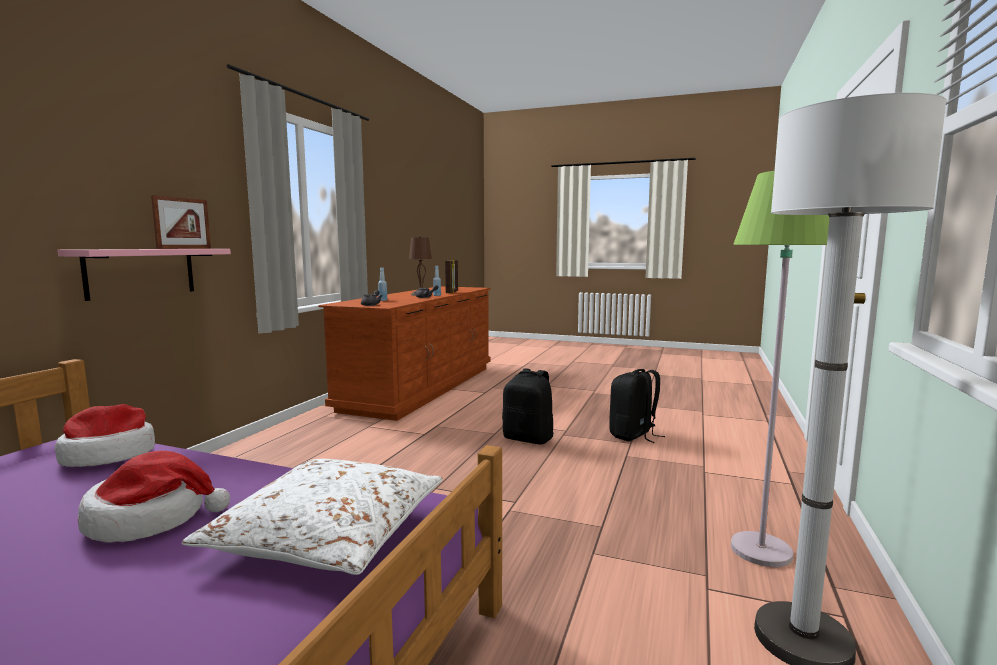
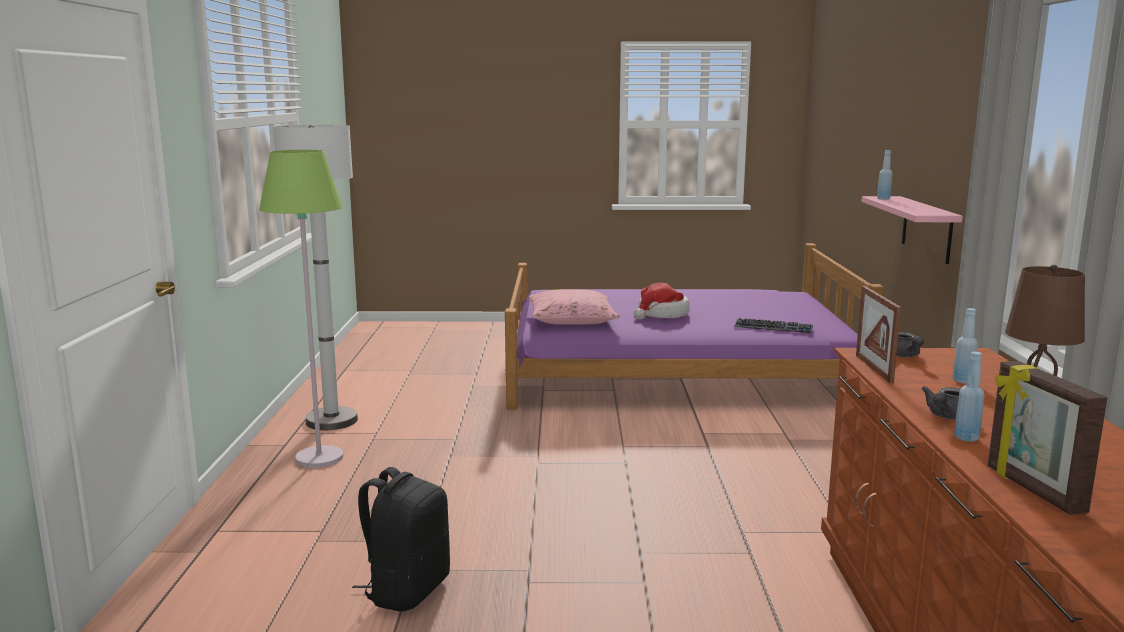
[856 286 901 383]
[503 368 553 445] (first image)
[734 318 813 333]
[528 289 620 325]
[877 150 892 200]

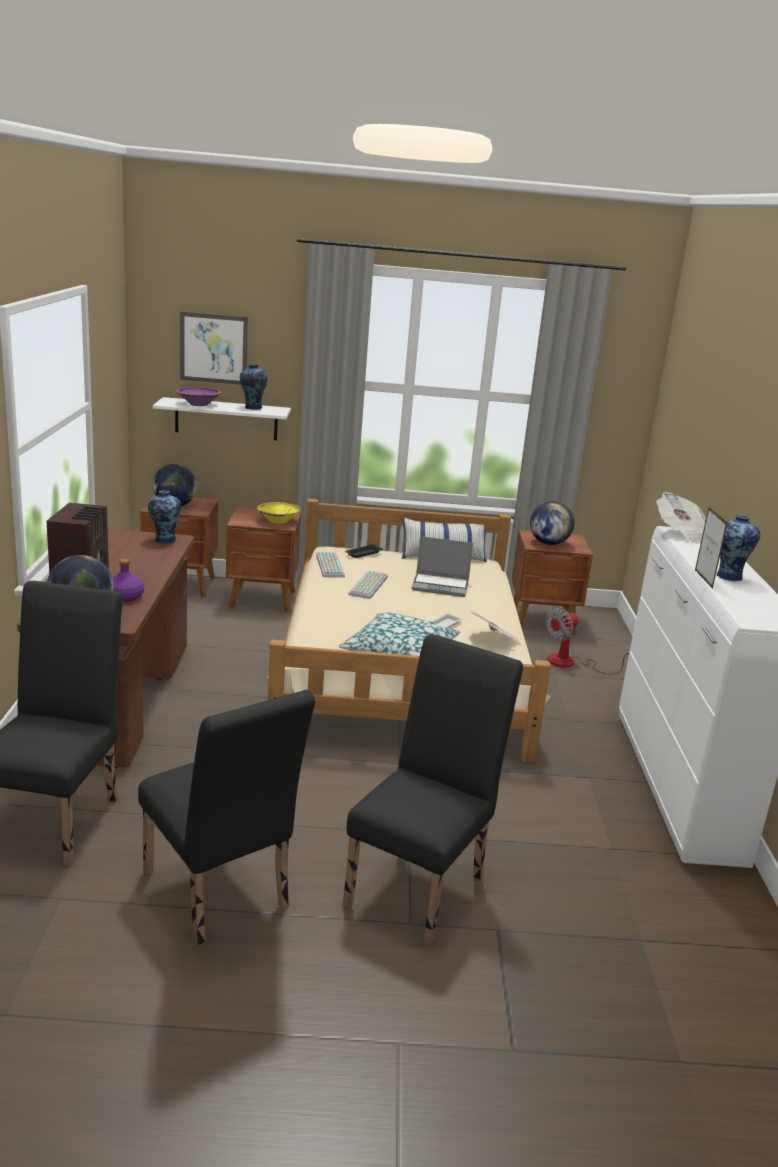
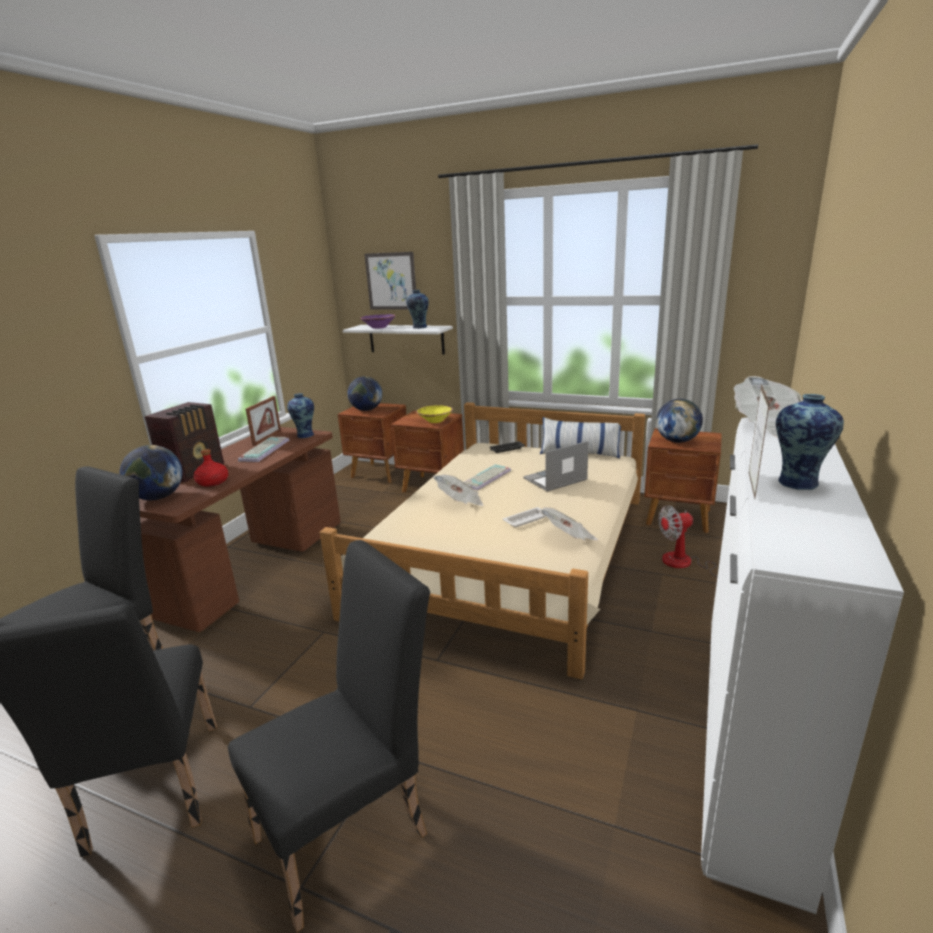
[523 441 588 492]
[238 437 289 462]
[193 449 229 487]
[339 612 460 656] (first image)
[246 396 281 446]
[433 475 484 506]

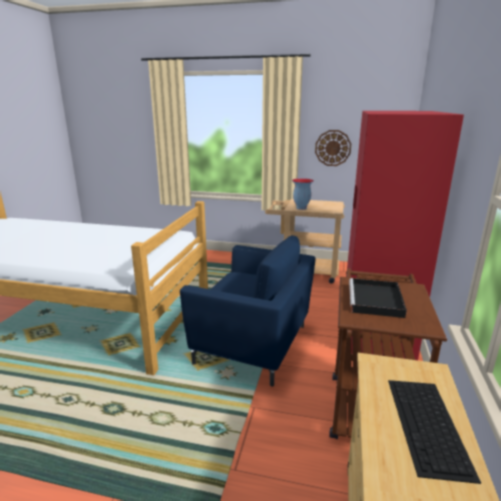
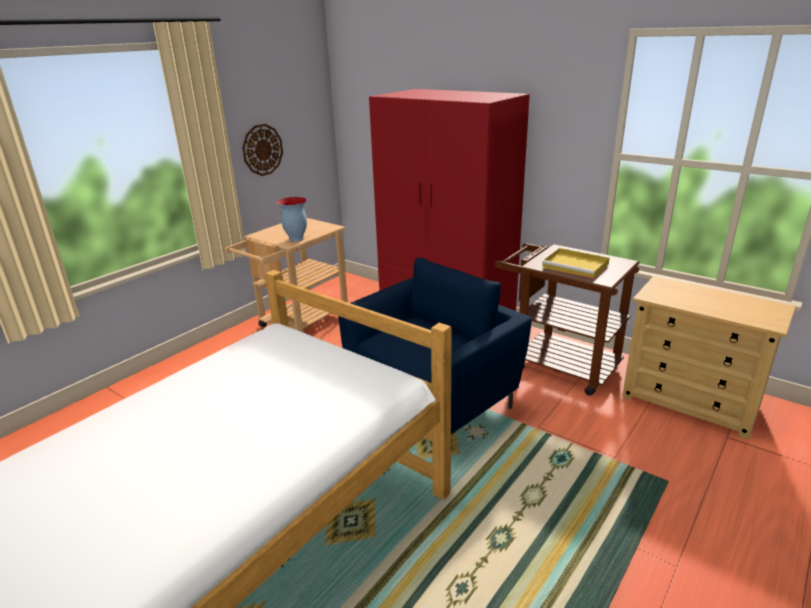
[542 248 610 279]
[388 380 481 484] (first image)

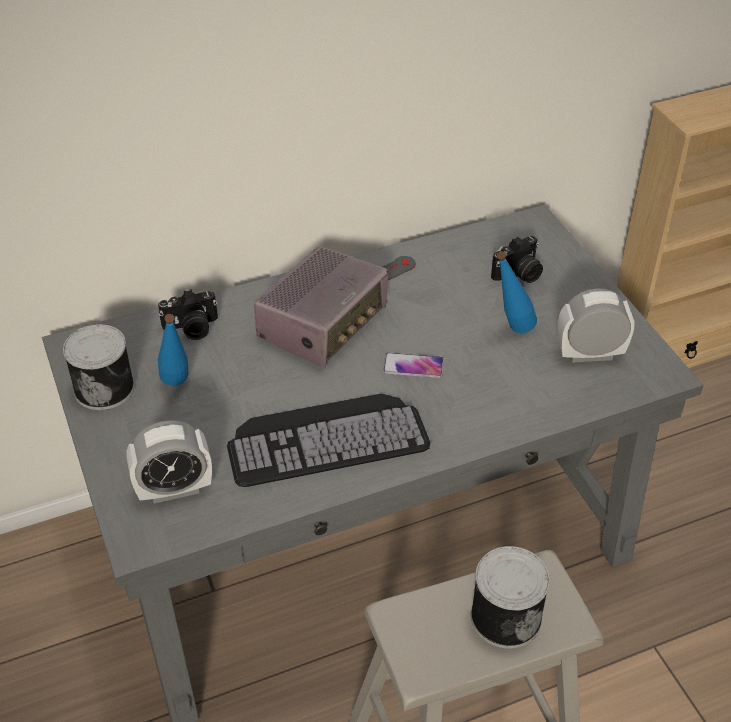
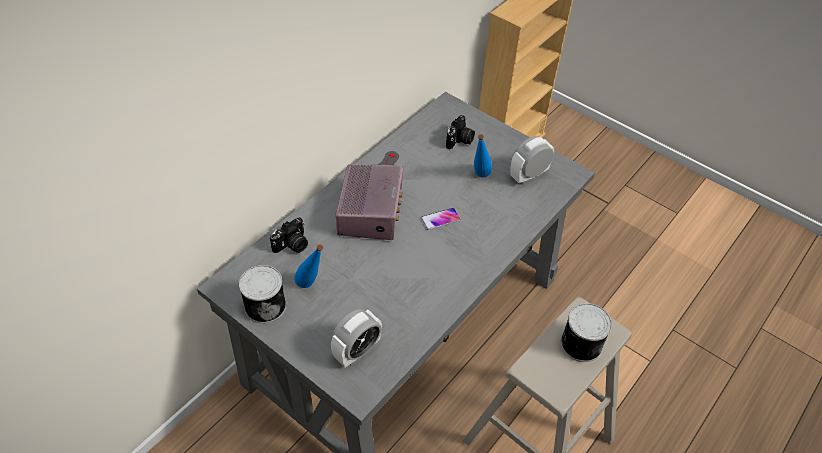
[227 393 430 487] (first image)

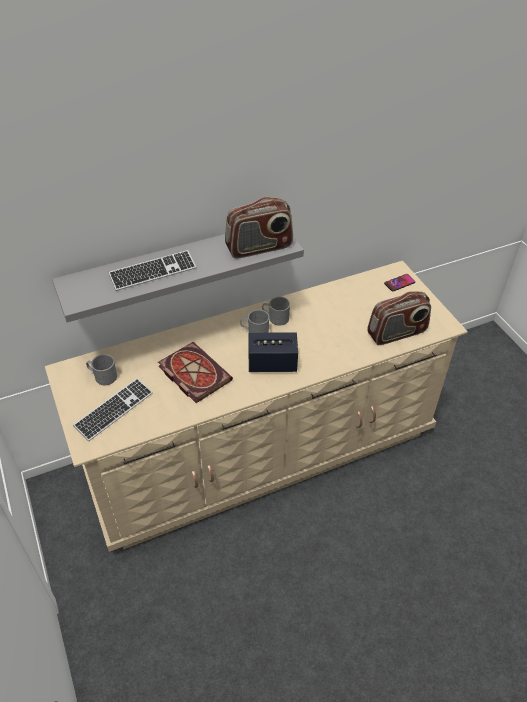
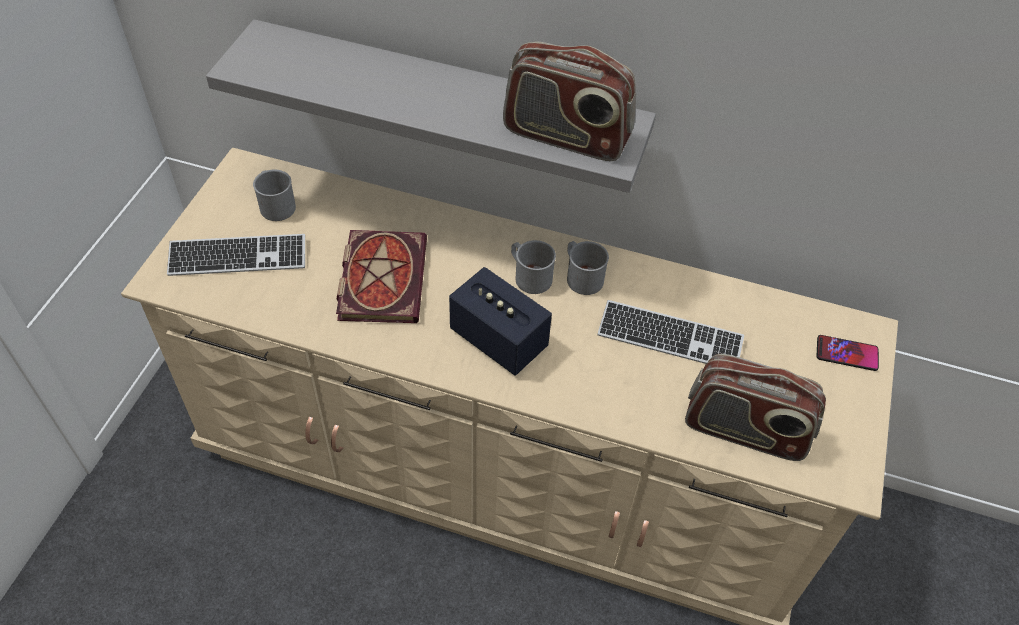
[597 300 744 364]

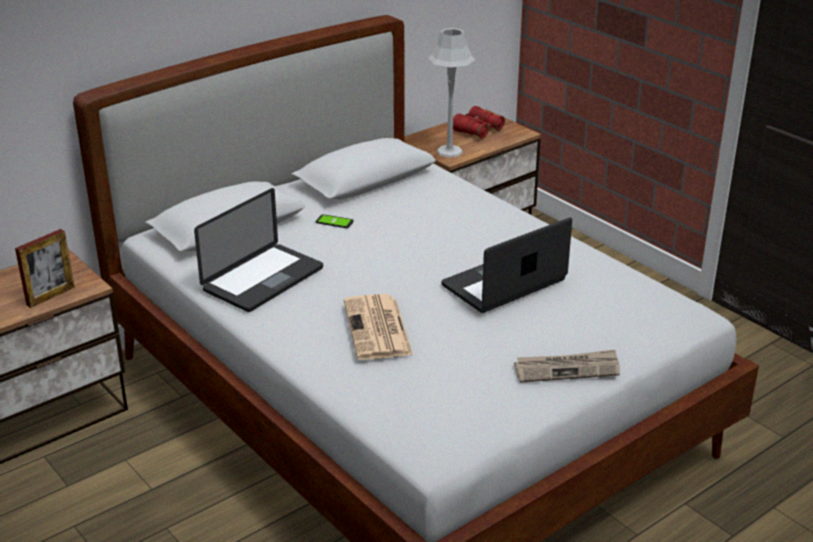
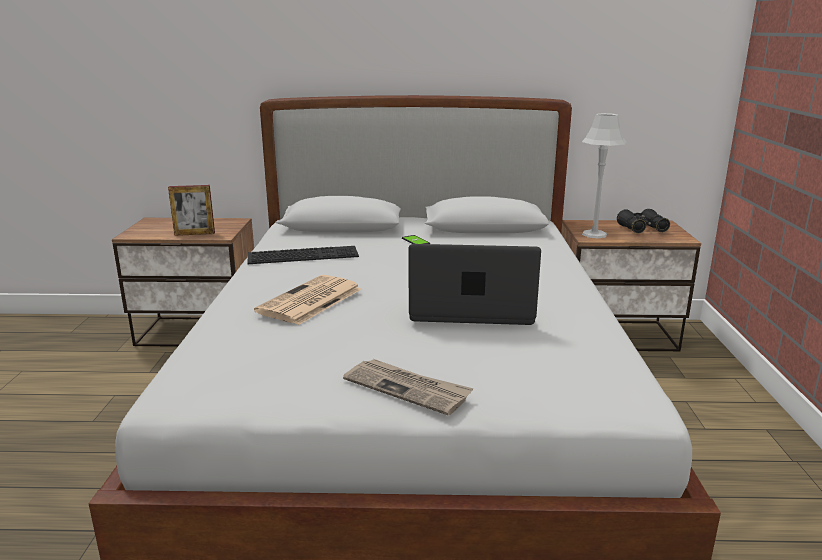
[617 209 670 233]
[247 246 359 264]

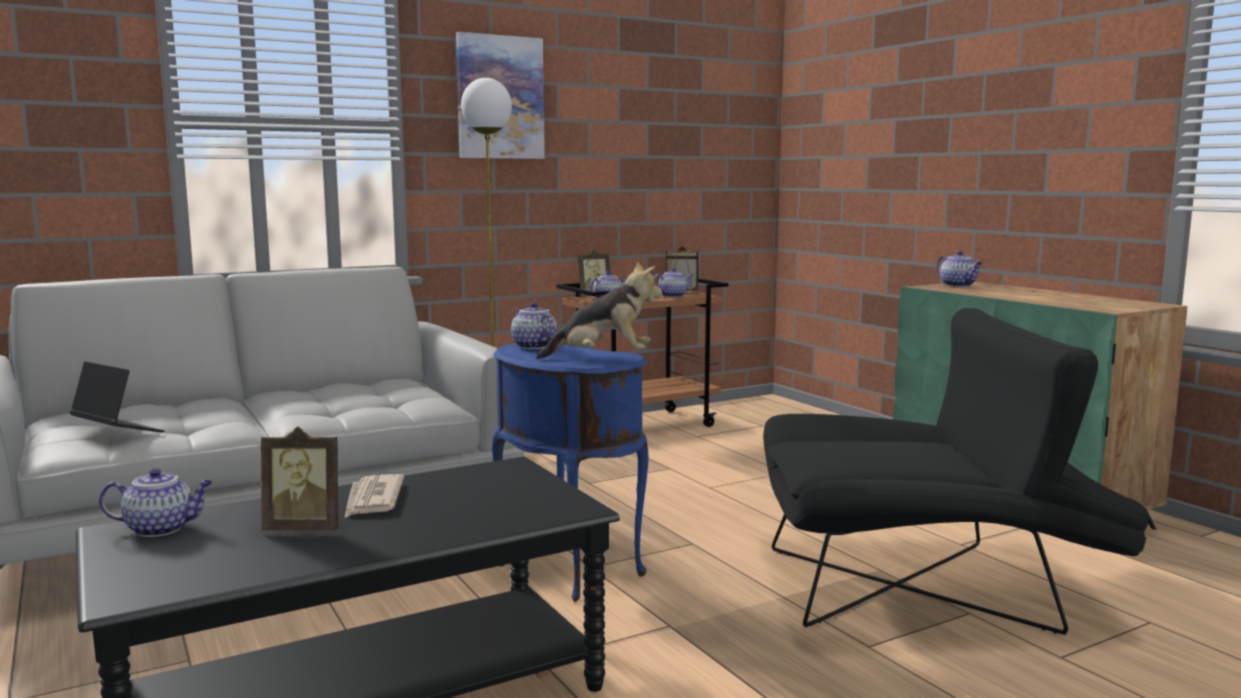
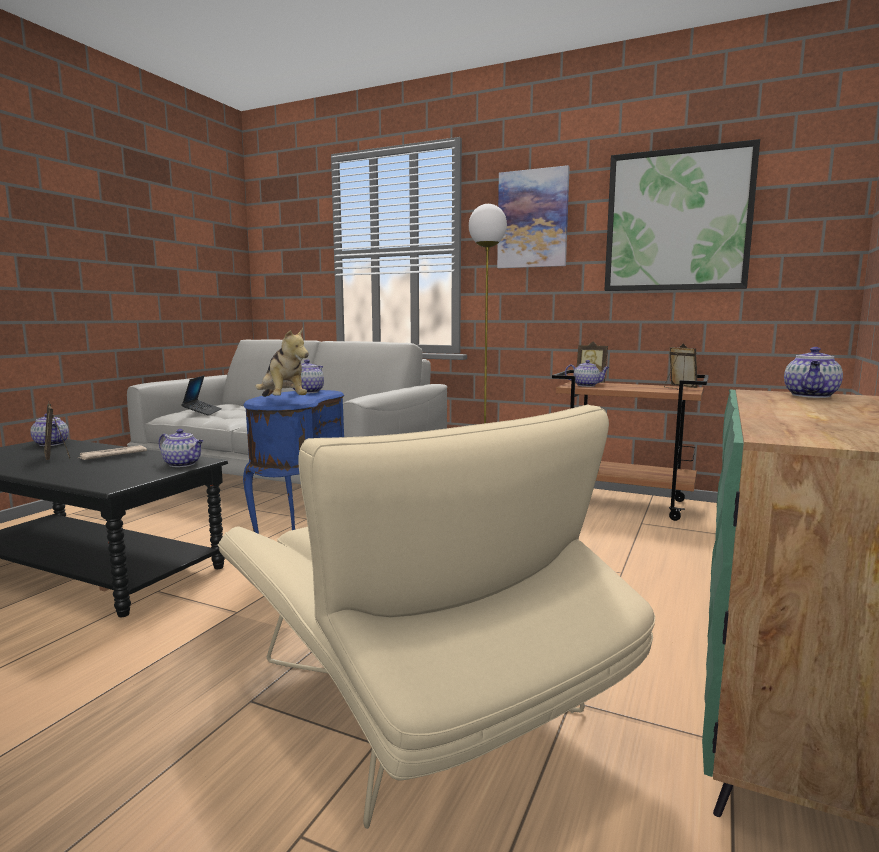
[159 429 203 467]
[218 404 655 829]
[604 139 760 291]

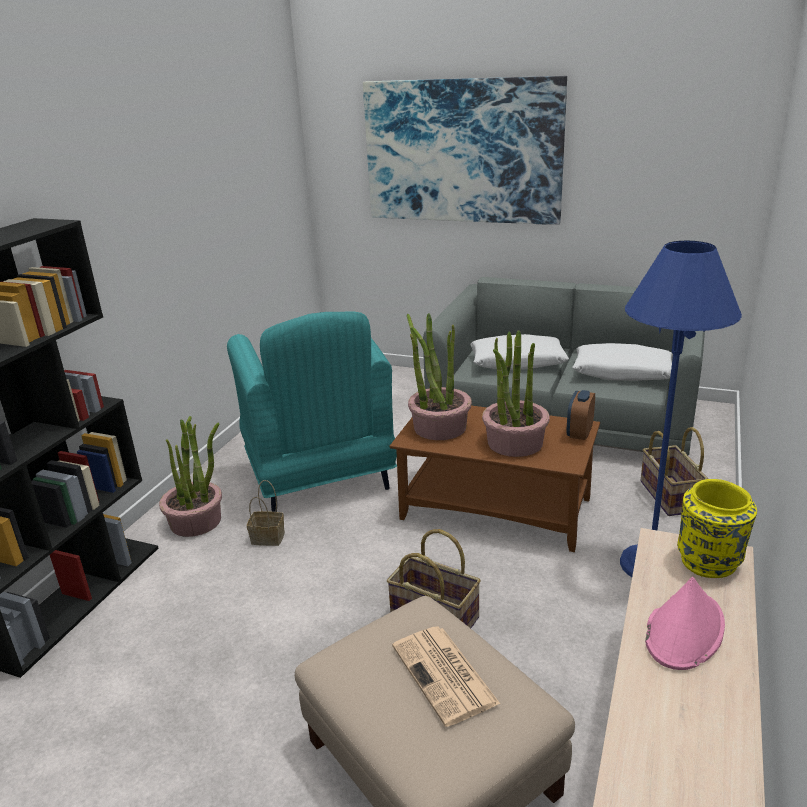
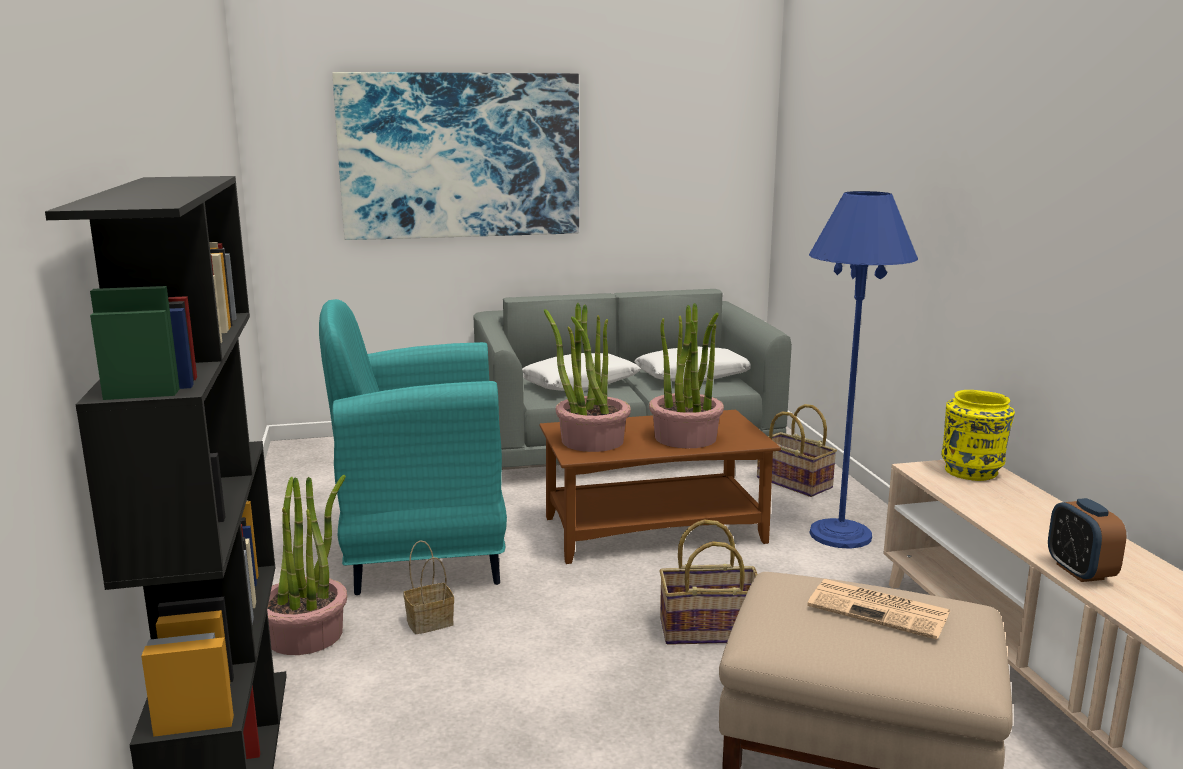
[319 299 507 595]
[1048 498 1127 582]
[645 577 725 670] (first image)

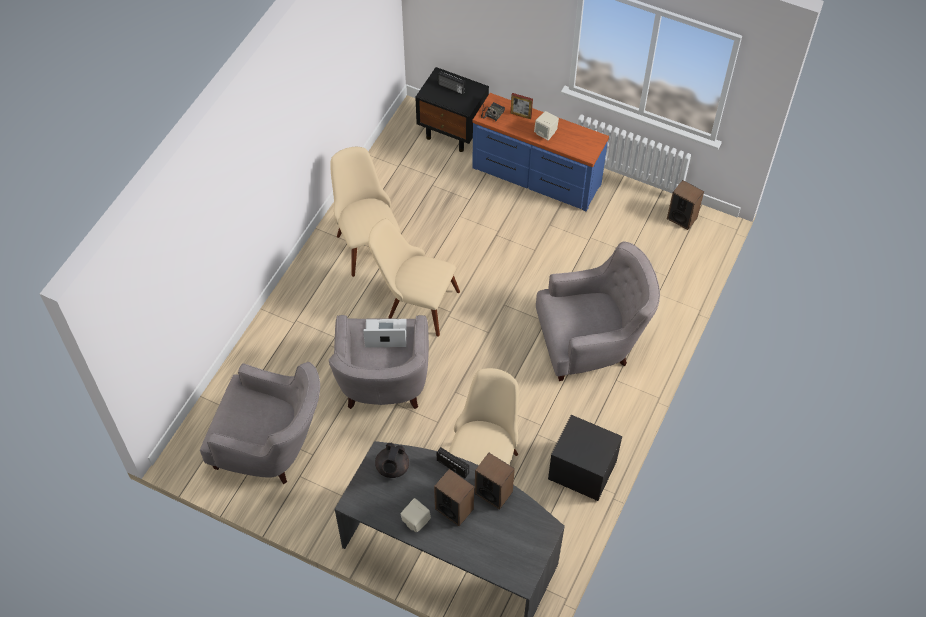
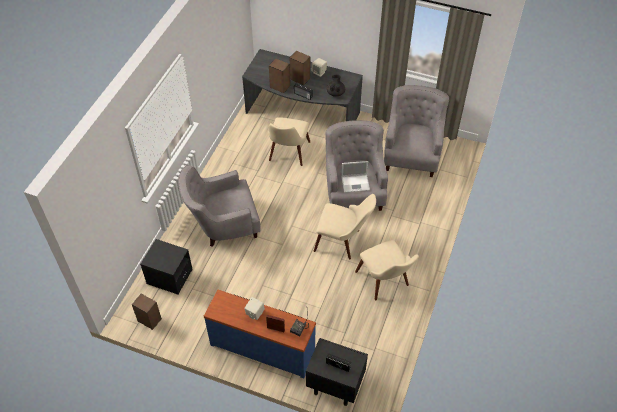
[384 85 449 177]
[140 239 193 295]

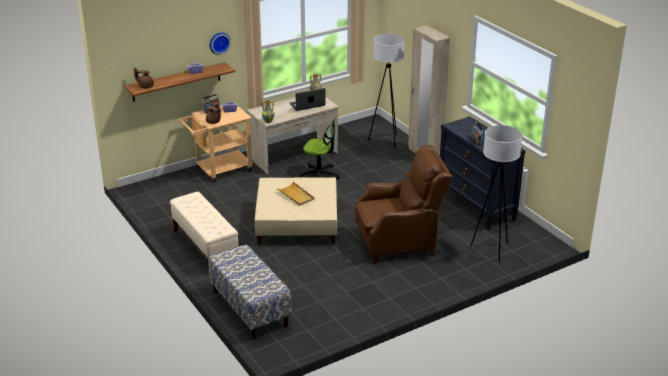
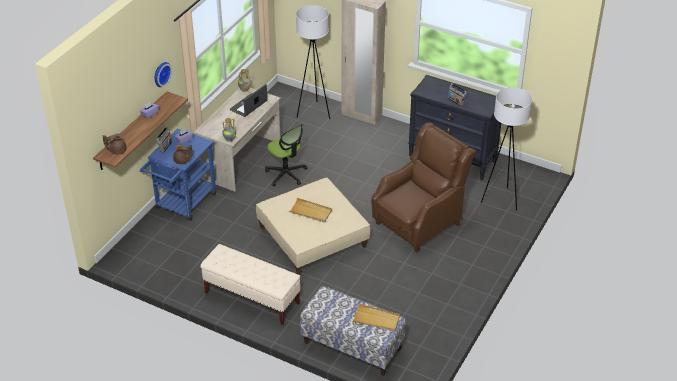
[140 129 216 221]
[265 124 308 187]
[352 304 400 331]

